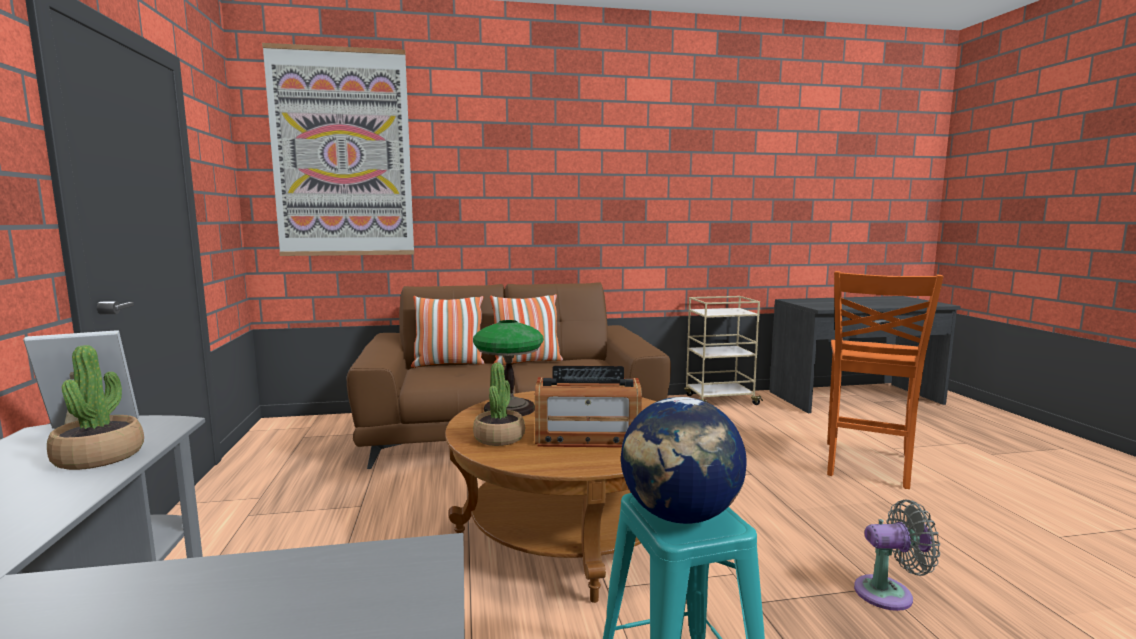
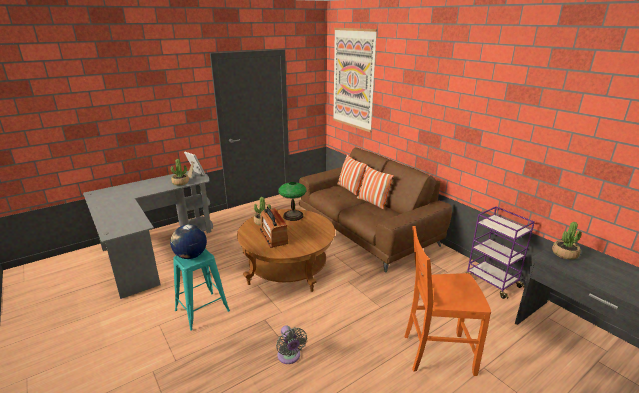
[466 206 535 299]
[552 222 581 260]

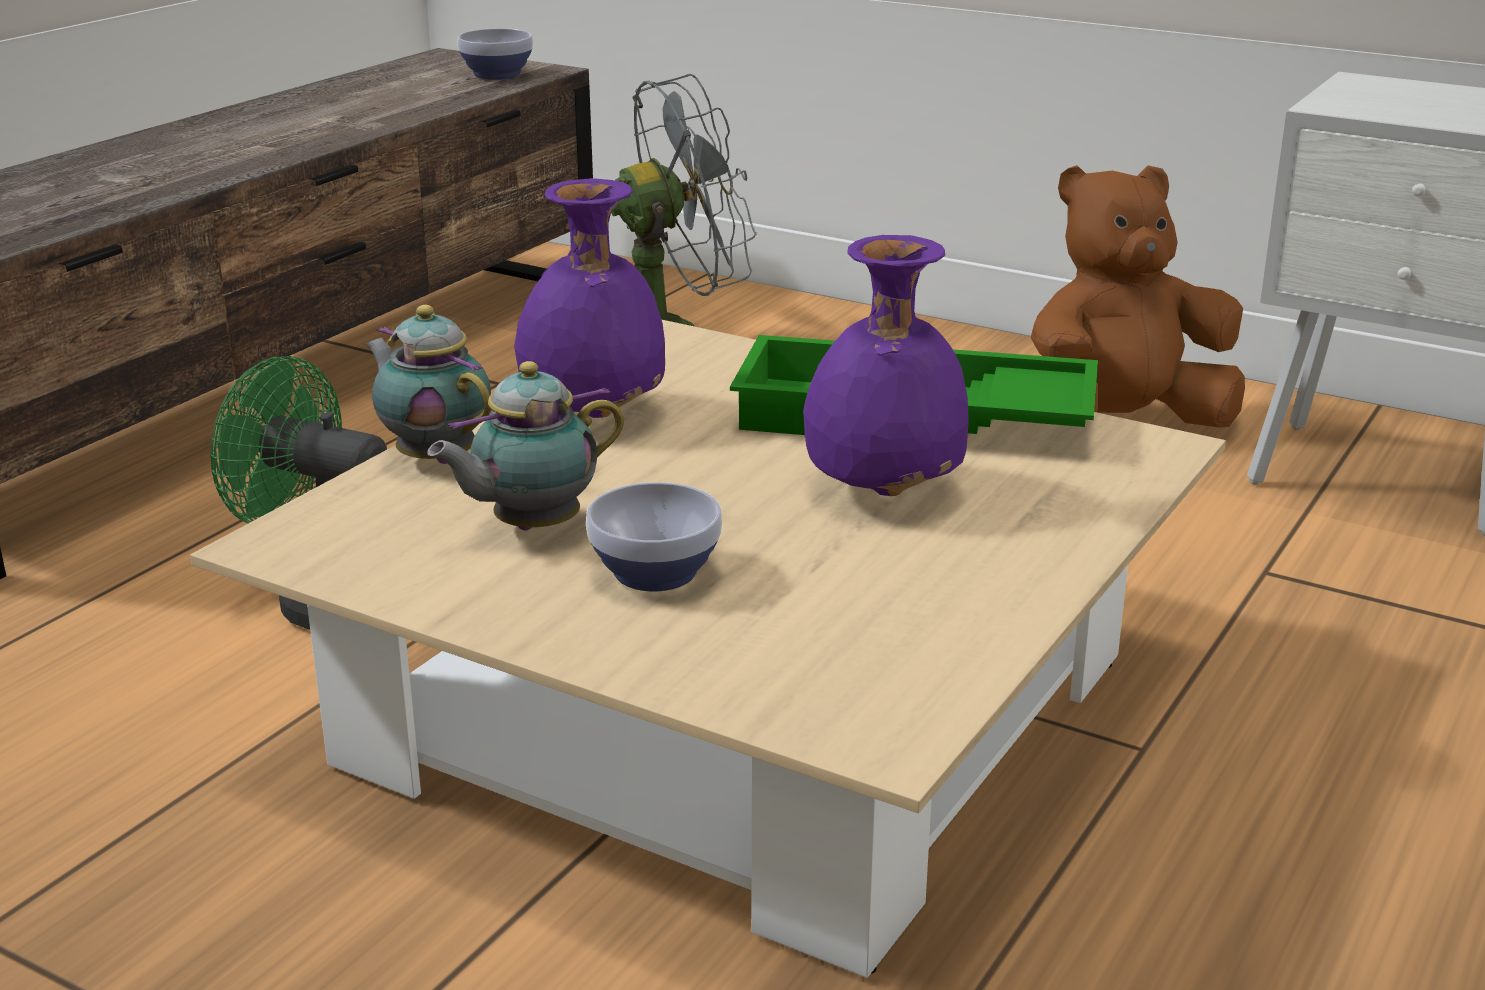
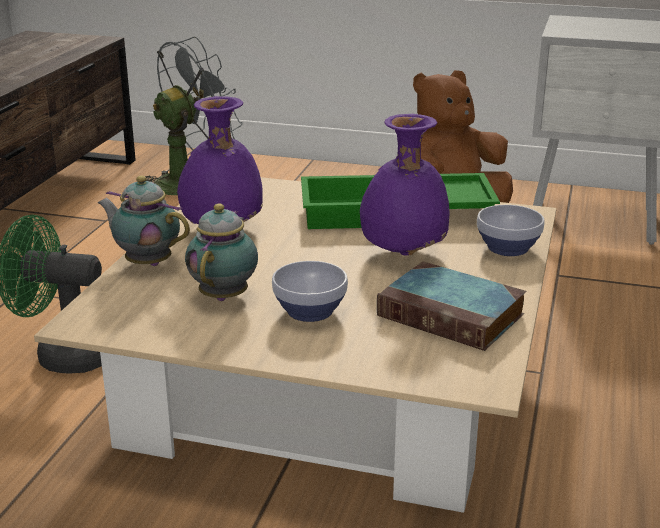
[477 205 544 256]
[185 203 258 301]
[377 261 527 351]

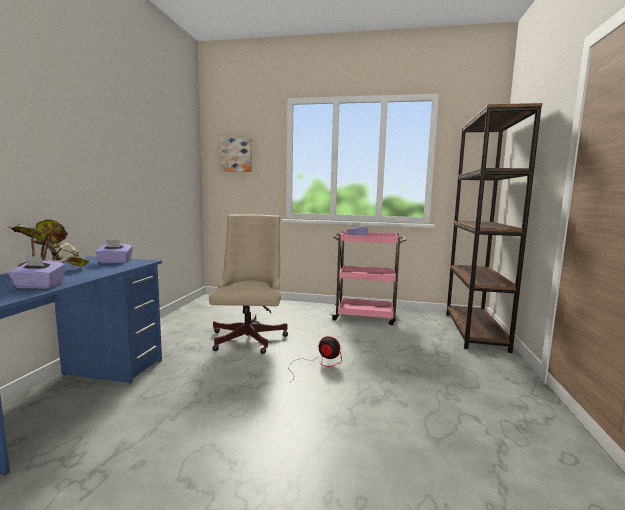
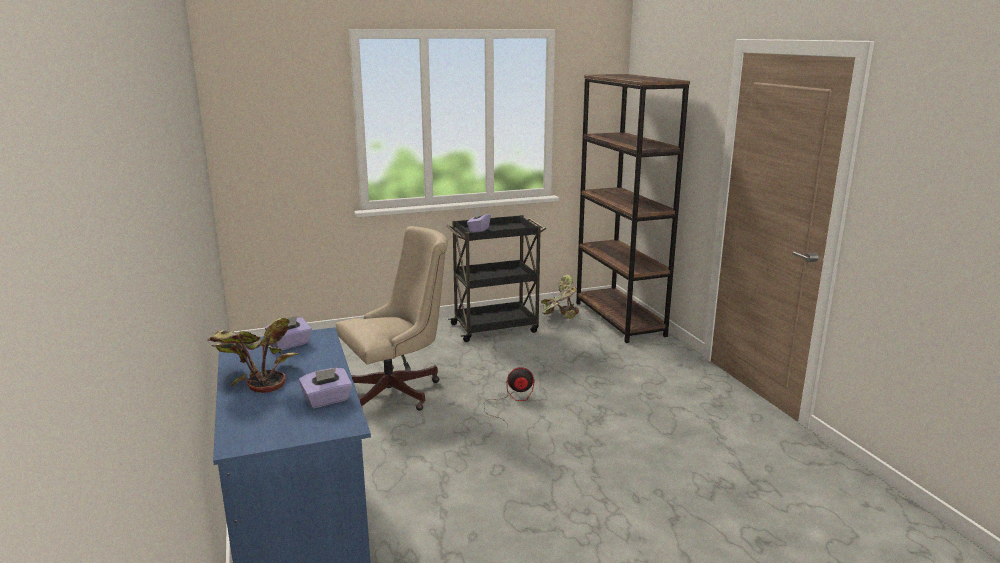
[220 138 252 172] (first image)
[336 226 448 411]
[446 215 546 342]
[541 274 579 319]

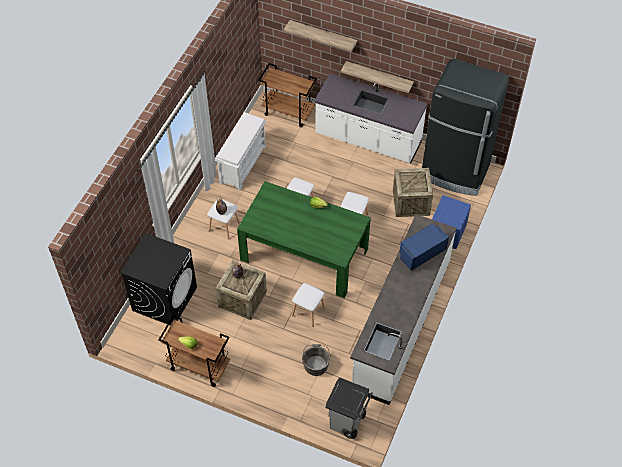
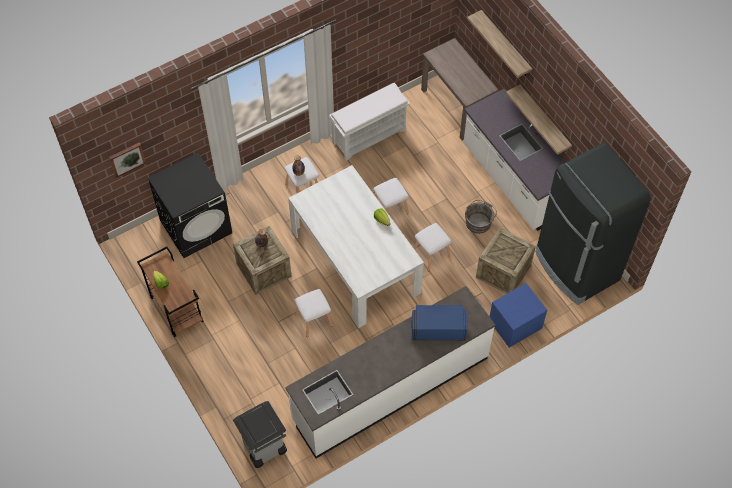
[421 38 498 141]
[288 165 424 328]
[465 200 497 234]
[109 143 146 178]

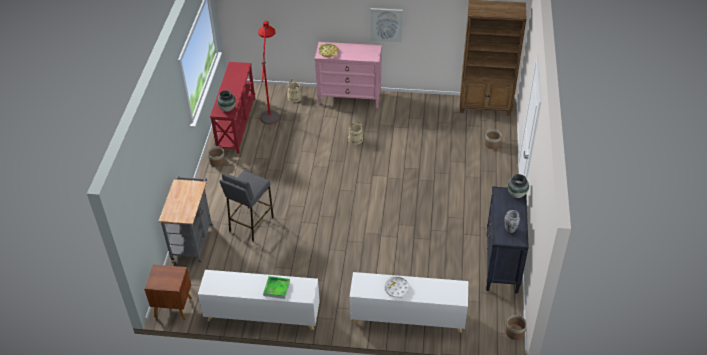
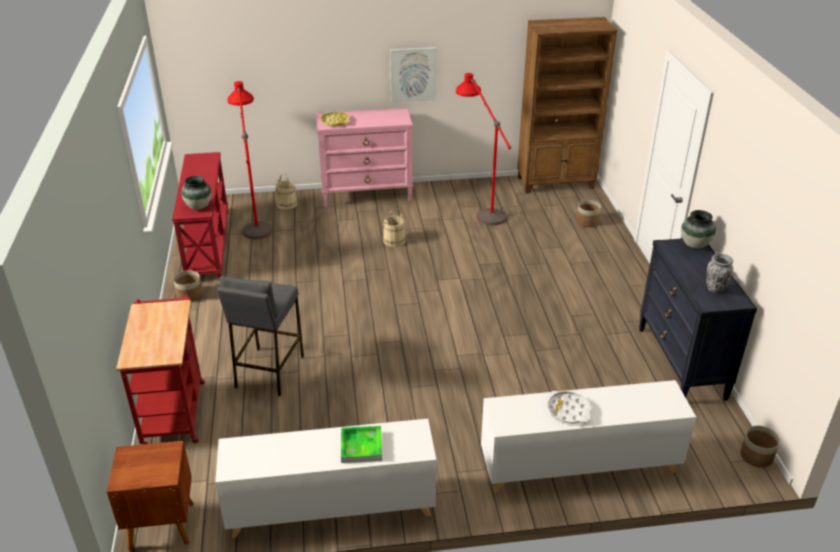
[116 296 205 445]
[456 73 511 225]

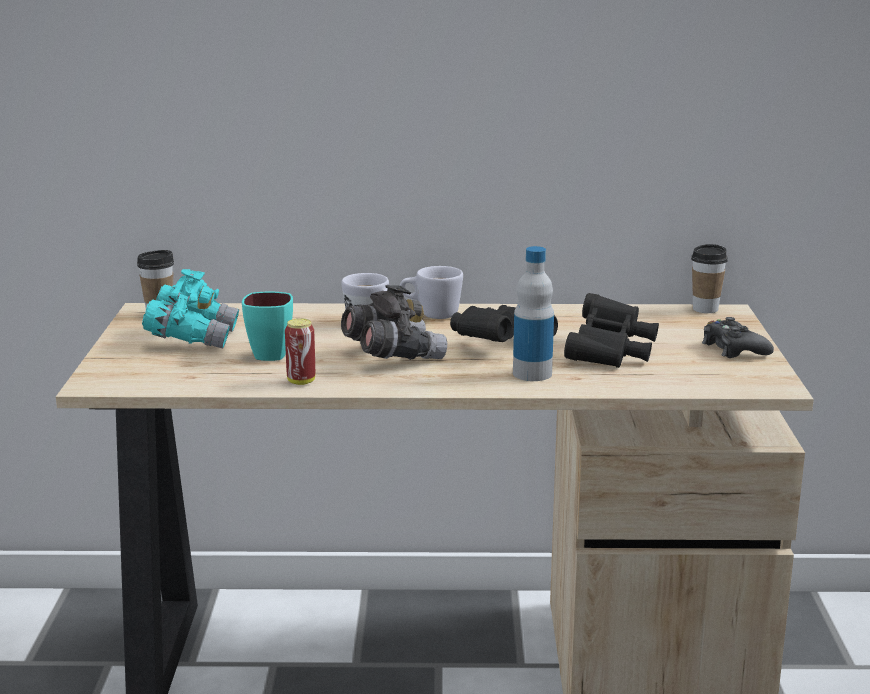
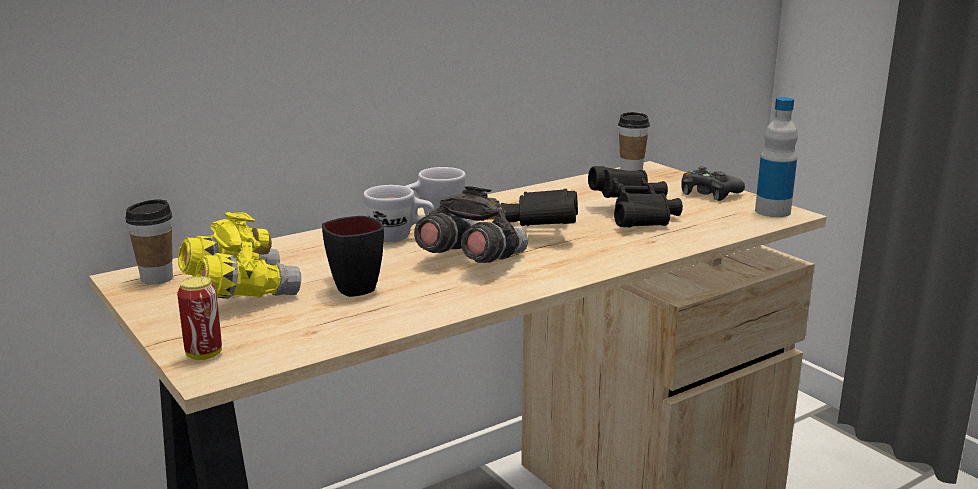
[755 97 798 217]
[178 212 301 299]
[322 216 384 297]
[177 276 222 360]

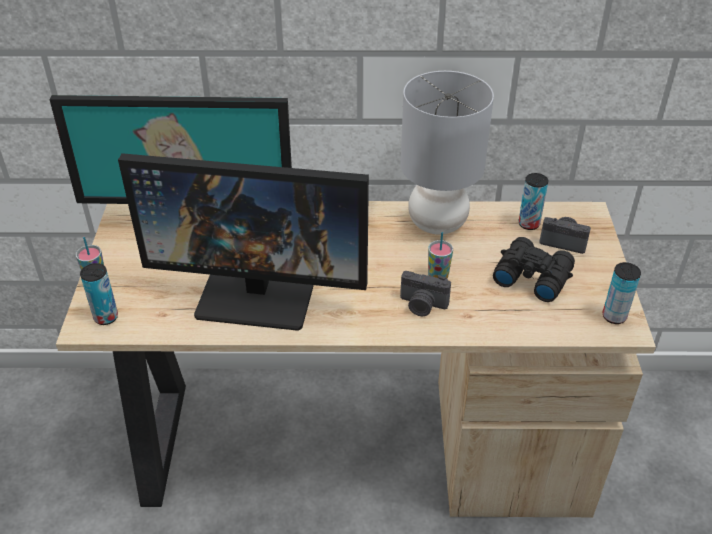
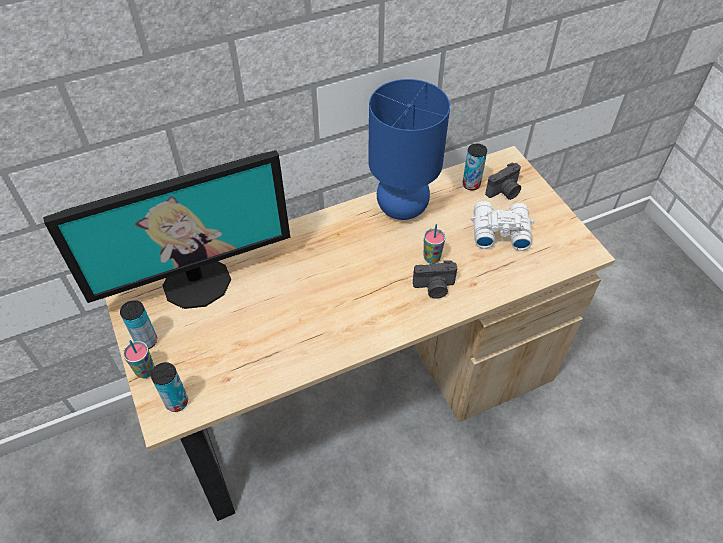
[368 79 450 220]
[118 153 369 331] (first image)
[485 162 521 200]
[471 201 534 251]
[120 300 157 349]

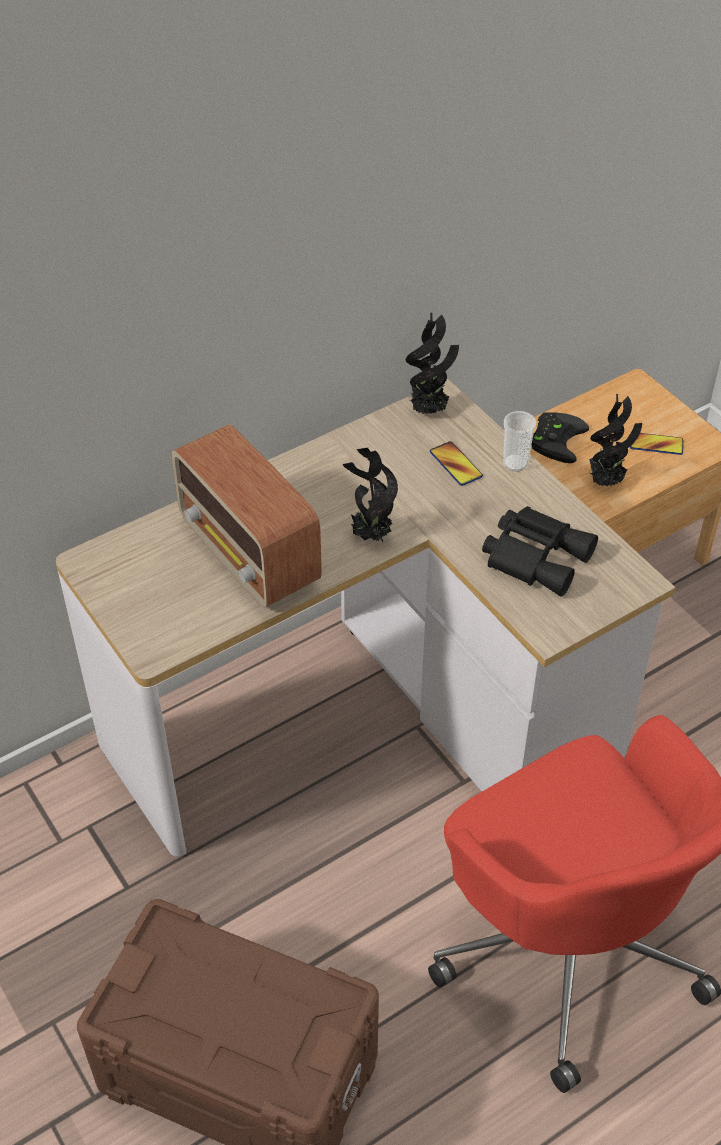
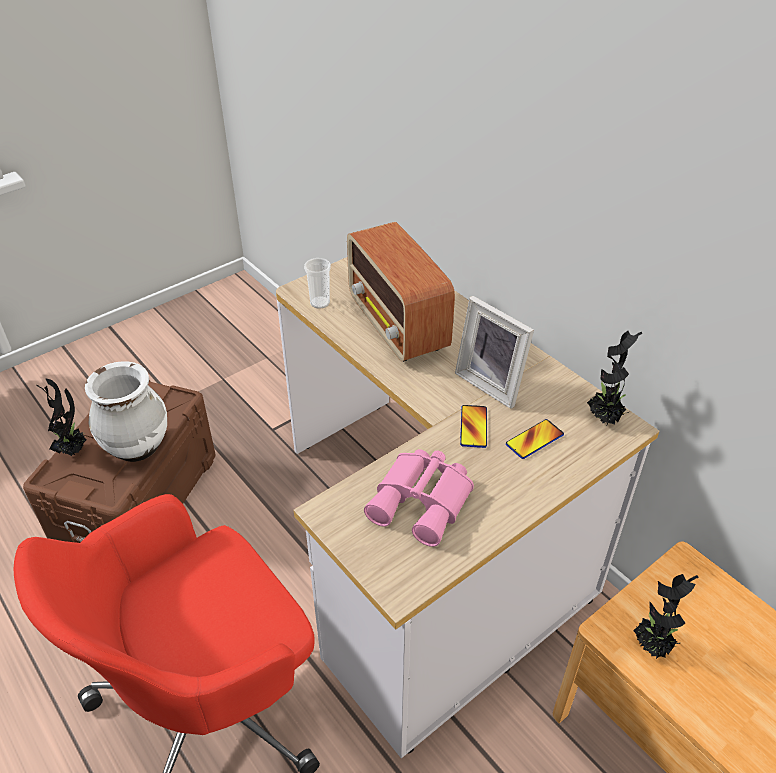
[304 258 331 308]
[531 412 589 463] (first image)
[347 222 455 362]
[460 405 487 448]
[36 378 87 456]
[364 449 474 547]
[455 296 534 409]
[85 361 167 462]

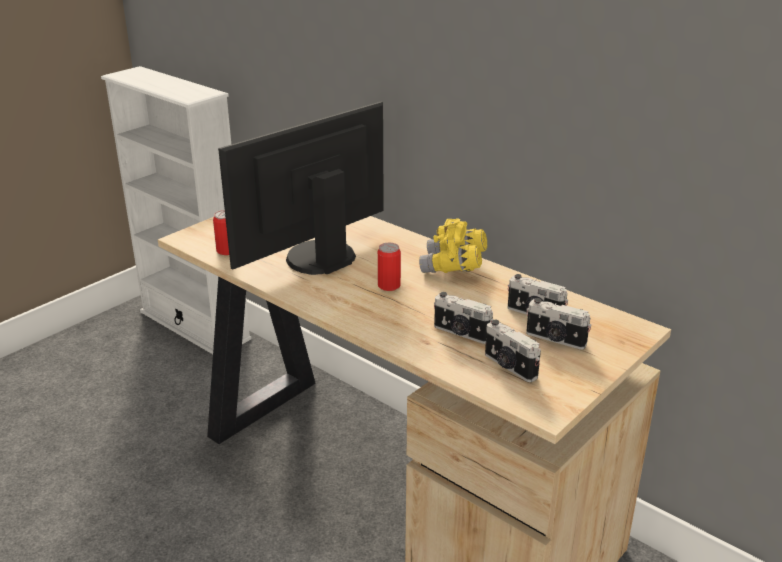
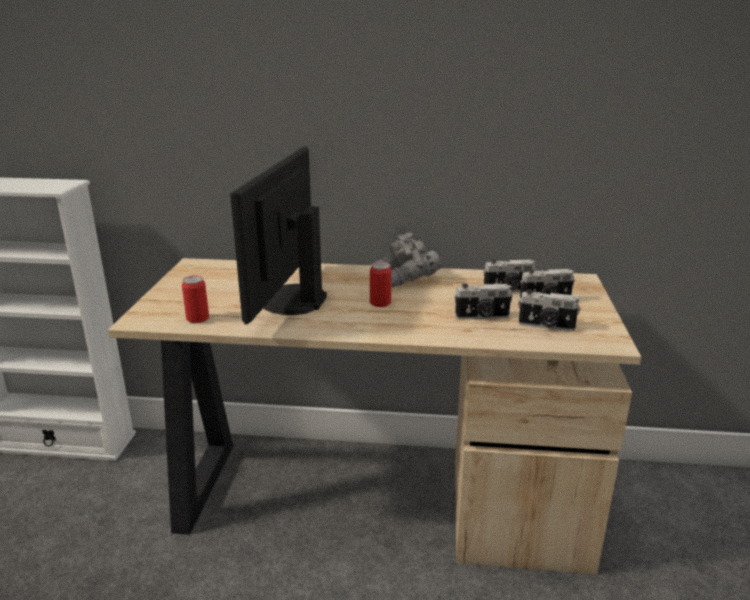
[375 233 441 287]

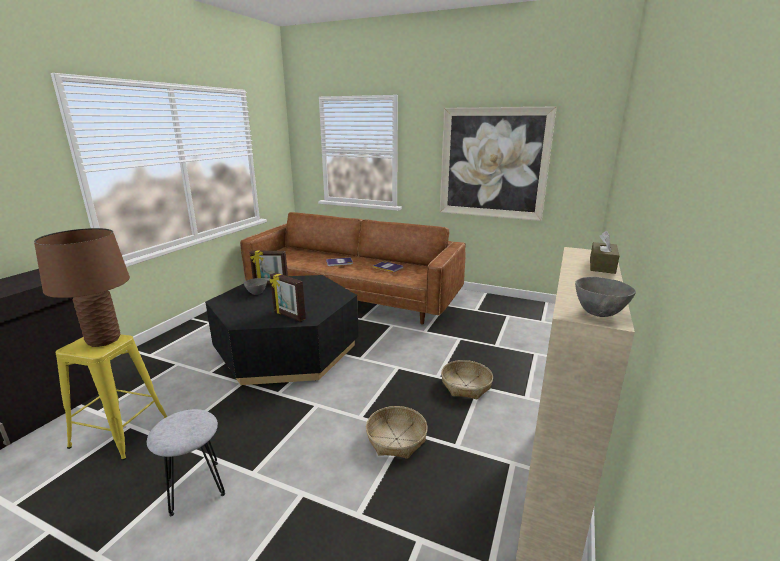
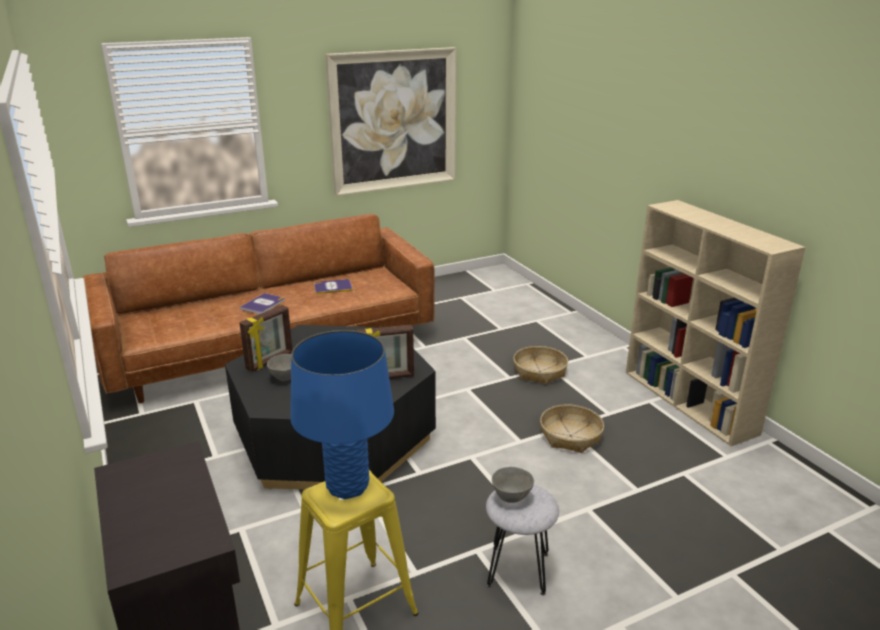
[290 330 394 499]
[590 231 619 274] (first image)
[492 467 534 503]

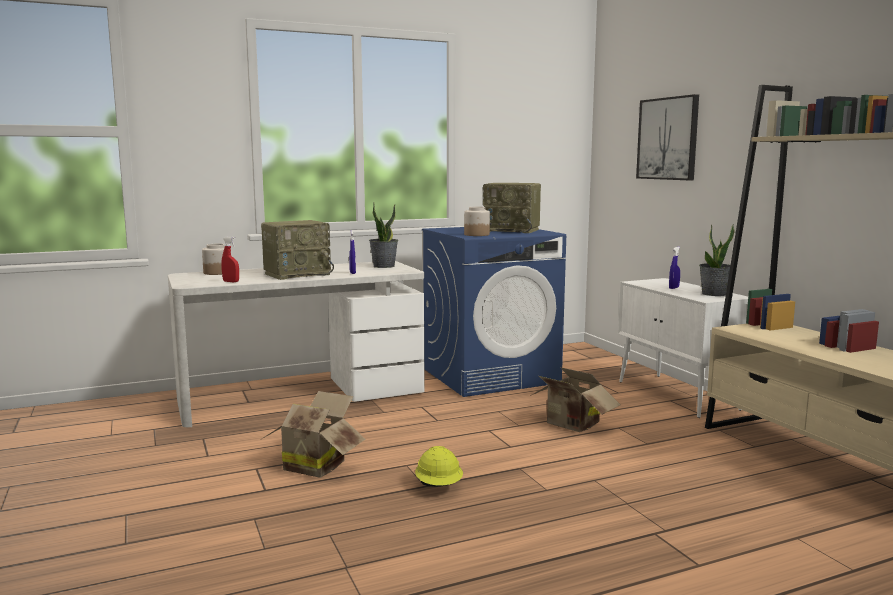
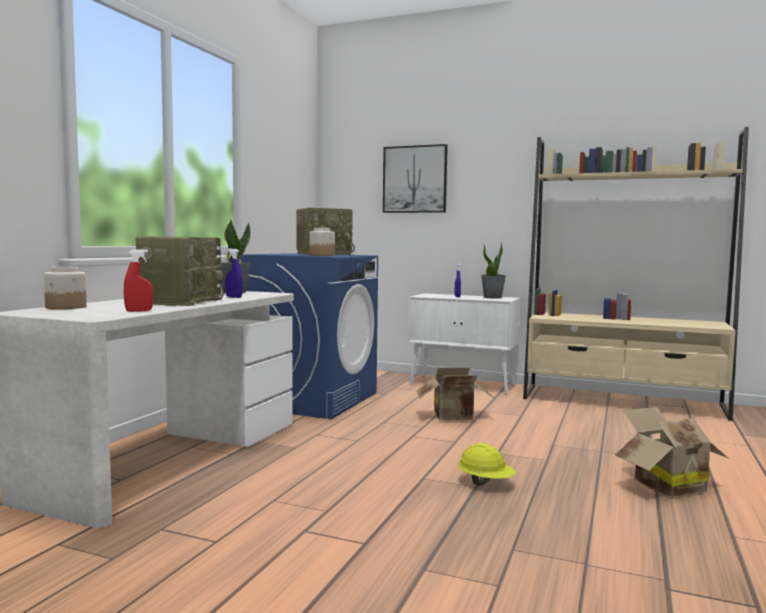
[615 407 728 497]

